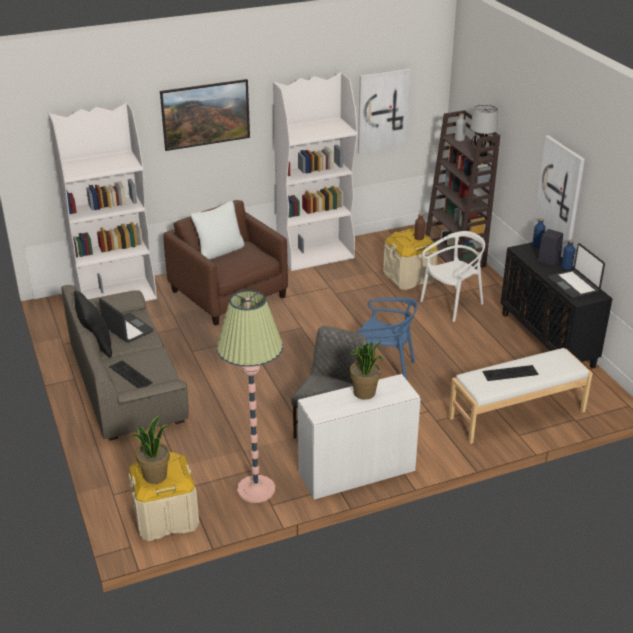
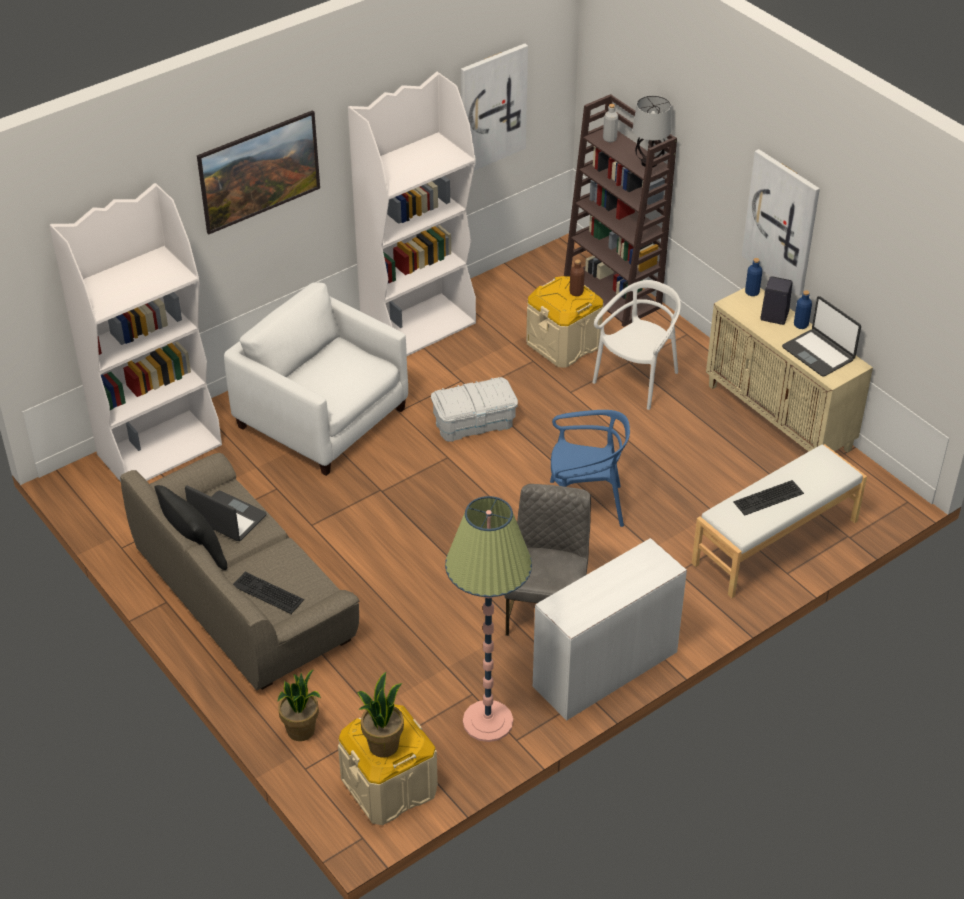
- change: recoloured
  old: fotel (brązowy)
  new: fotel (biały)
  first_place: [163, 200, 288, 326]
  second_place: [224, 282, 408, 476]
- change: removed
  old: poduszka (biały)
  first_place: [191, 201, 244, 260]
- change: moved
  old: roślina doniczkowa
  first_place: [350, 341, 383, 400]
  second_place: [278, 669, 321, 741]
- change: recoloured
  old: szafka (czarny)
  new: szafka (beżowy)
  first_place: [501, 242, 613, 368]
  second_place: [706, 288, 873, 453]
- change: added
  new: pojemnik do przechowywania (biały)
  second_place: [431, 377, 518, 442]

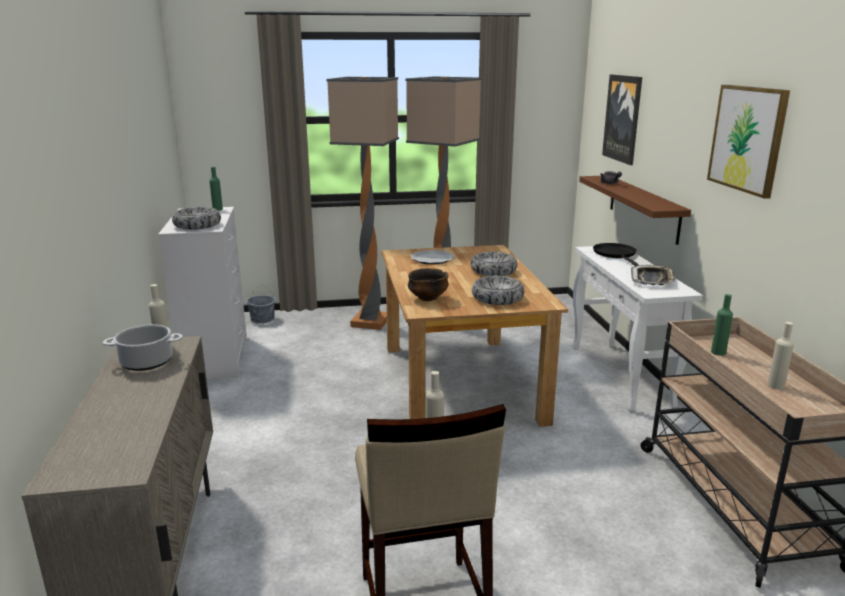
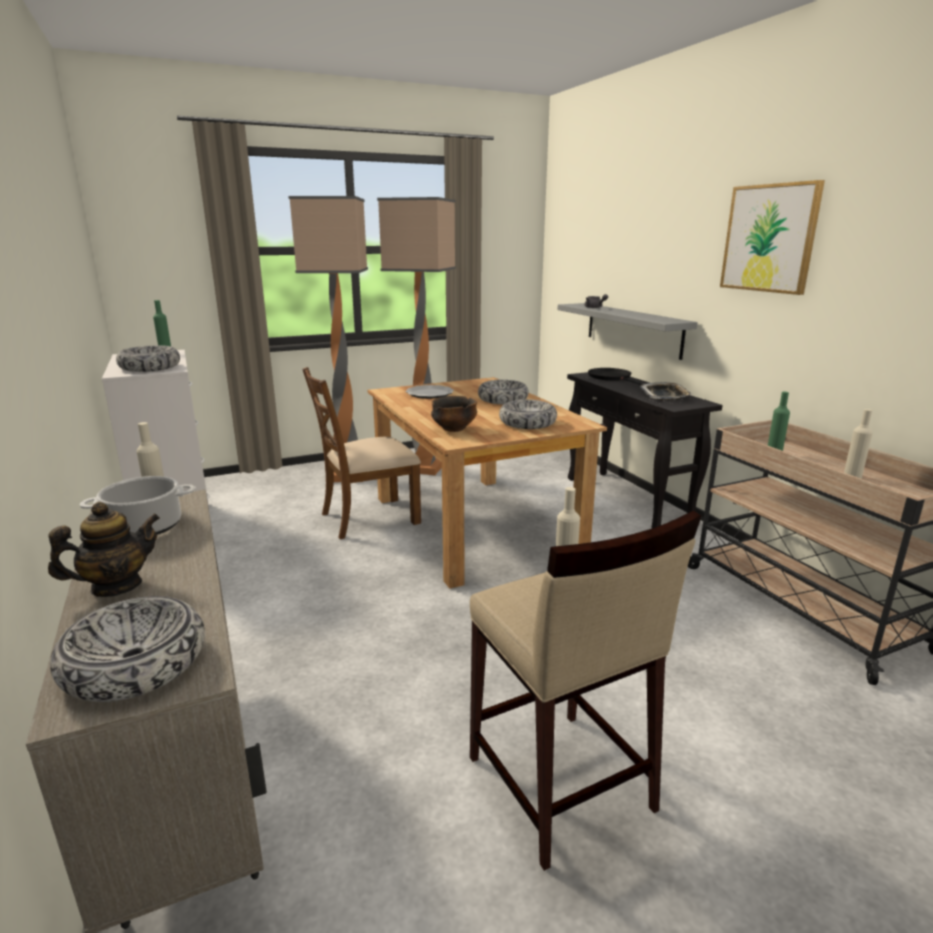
- change: removed
  old: wiadro (szary)
  first_place: [246, 285, 276, 324]
- change: recoloured
  old: stolik konsolowy (biały)
  new: stolik konsolowy (czarny)
  first_place: [572, 246, 703, 412]
  second_place: [567, 372, 723, 529]
- change: recoloured
  old: półka (brązowy)
  new: półka (szary)
  first_place: [579, 176, 691, 245]
  second_place: [558, 303, 698, 360]
- change: removed
  old: obraz
  first_place: [602, 74, 642, 165]
- change: added
  new: imbryk
  second_place: [48, 502, 160, 597]
- change: added
  new: miska
  second_place: [50, 596, 205, 702]
- change: added
  new: krzesło (brązowy)
  second_place: [302, 367, 421, 539]

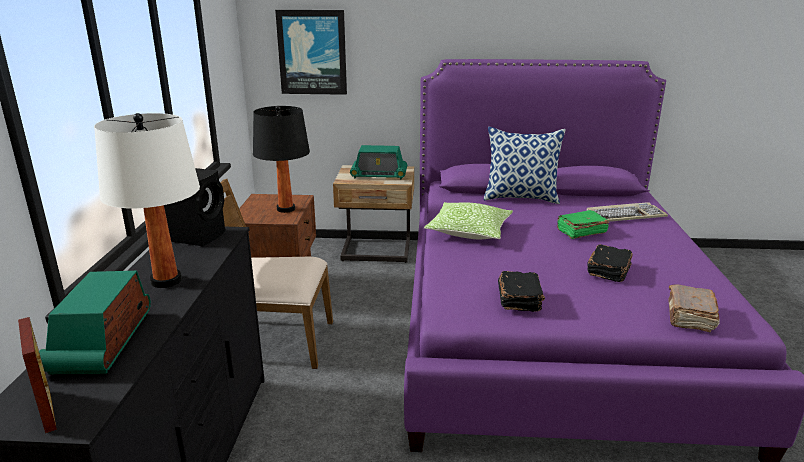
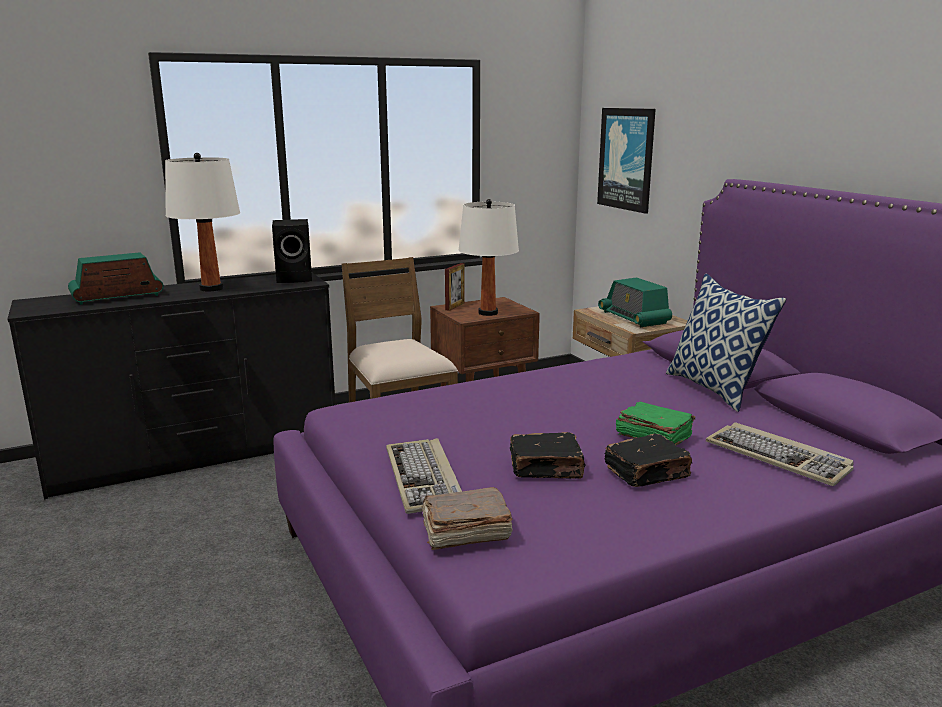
- change: moved
  old: ramka na zdjęcie
  first_place: [18, 317, 57, 433]
  second_place: [445, 263, 465, 311]
- change: recoloured
  old: lampa stołowa (czarny)
  new: lampa stołowa (biały)
  first_place: [253, 106, 310, 213]
  second_place: [459, 199, 519, 316]
- change: removed
  old: poduszka
  first_place: [424, 202, 513, 239]
- change: moved
  old: książka (czarny)
  first_place: [498, 271, 545, 312]
  second_place: [605, 434, 692, 487]
- change: added
  new: klawiatura
  second_place: [386, 438, 462, 514]

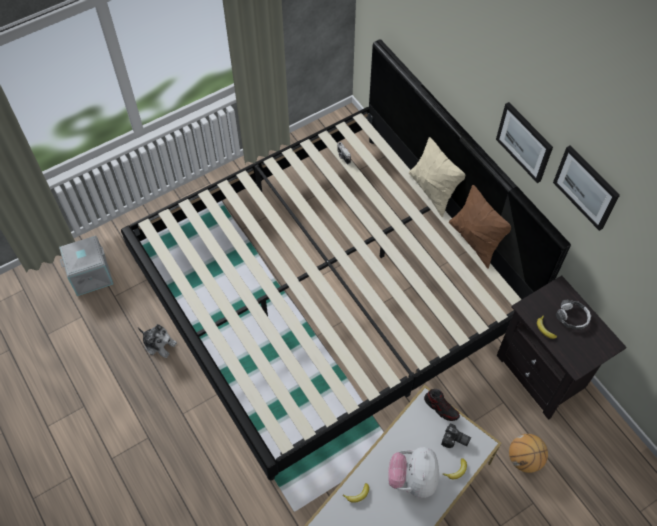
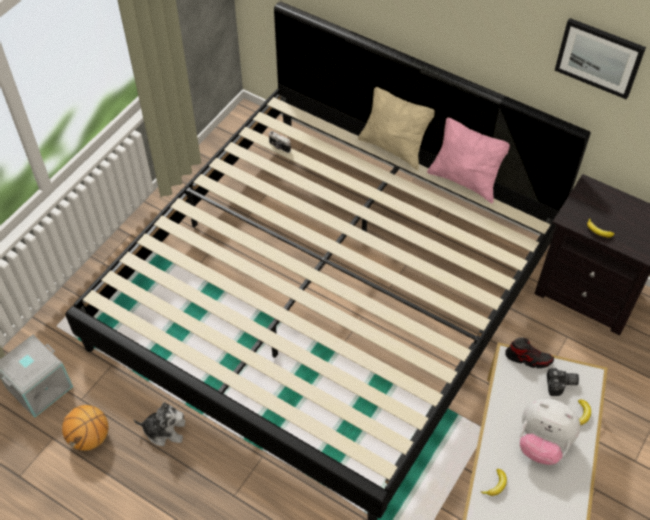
- change: turned
  old: pluszak
  first_place: [388, 447, 439, 498]
  second_place: [520, 399, 581, 465]
  degrees: -45
- change: recoloured
  old: poduszka (brązowy)
  new: poduszka (różowy)
  first_place: [449, 185, 511, 269]
  second_place: [427, 118, 510, 203]
- change: removed
  old: obraz
  first_place: [496, 102, 553, 183]
- change: moved
  old: piłka do koszykówki
  first_place: [509, 434, 548, 473]
  second_place: [62, 405, 108, 451]
- change: removed
  old: słuchawki
  first_place: [556, 300, 591, 329]

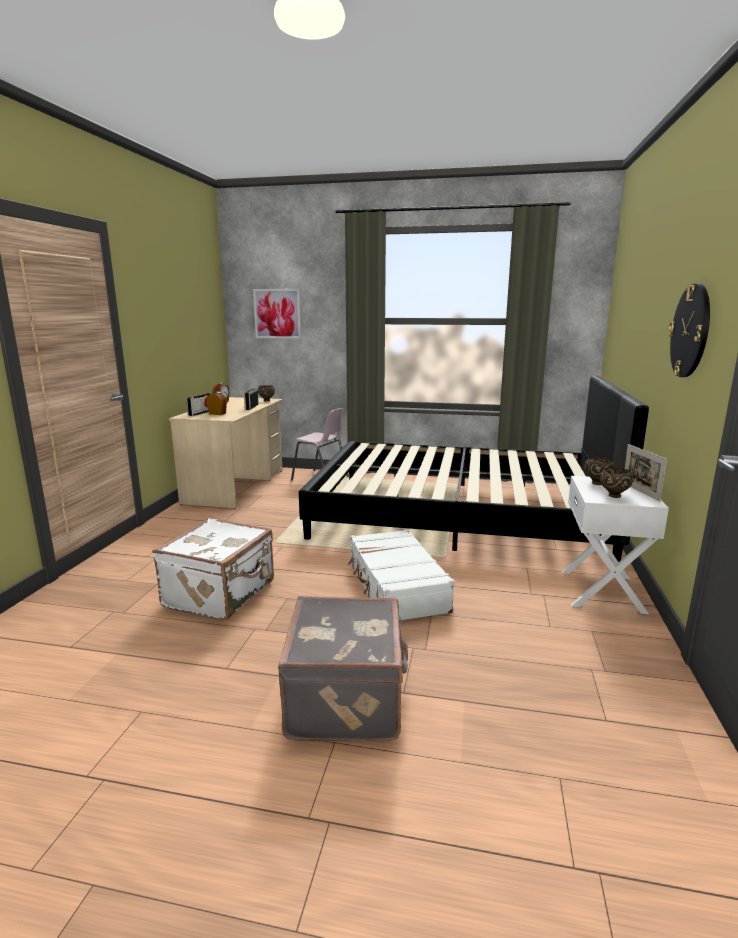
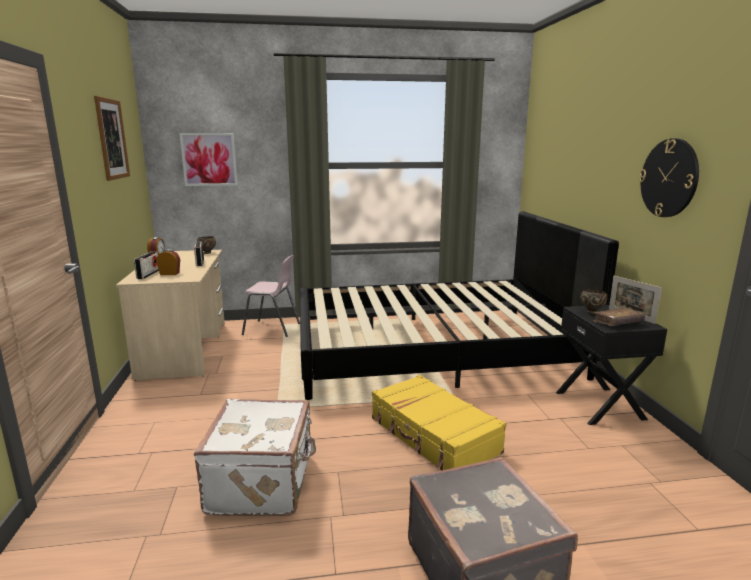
- change: recoloured
  old: walizka (biały)
  new: walizka (żółty)
  first_place: [348, 529, 455, 620]
  second_place: [372, 375, 507, 471]
- change: recoloured
  old: szafka nocna (biały)
  new: szafka nocna (czarny)
  first_place: [562, 476, 669, 614]
  second_place: [556, 305, 667, 425]
- change: replaced
  old: miska (brązowy)
  new: książka (brązowy)
  first_place: [600, 467, 634, 498]
  second_place: [593, 307, 645, 326]
- change: added
  new: obraz
  second_place: [94, 96, 130, 181]

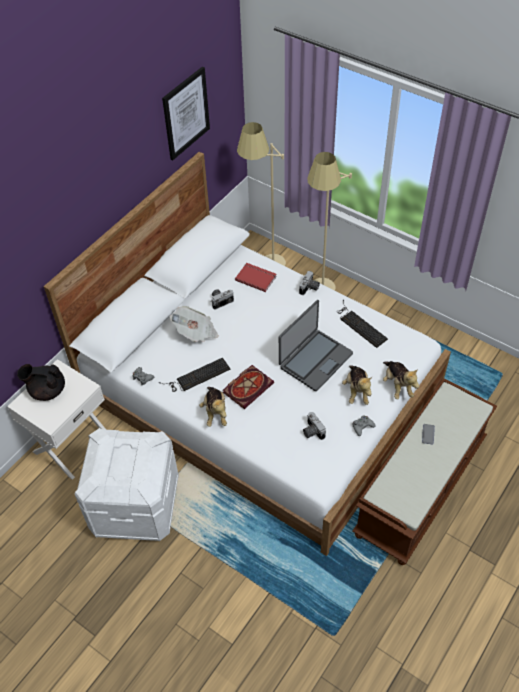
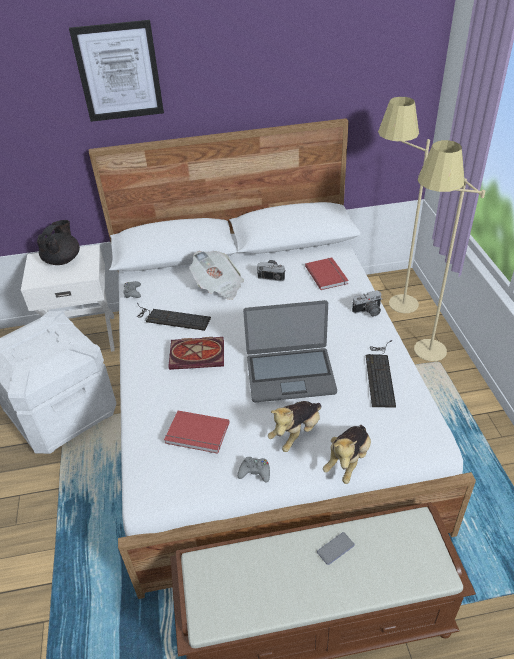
- change: turned
  old: imbryk (czarny)
  first_place: [17, 364, 65, 401]
  second_place: [37, 220, 80, 265]
  degrees: 60
- change: moved
  old: obraz
  first_place: [162, 67, 210, 160]
  second_place: [69, 20, 164, 122]
- change: removed
  old: pluszak
  first_place: [199, 387, 227, 427]
- change: replaced
  old: aparat fotograficzny
  new: książka (czerwony)
  first_place: [303, 412, 326, 440]
  second_place: [164, 411, 229, 454]

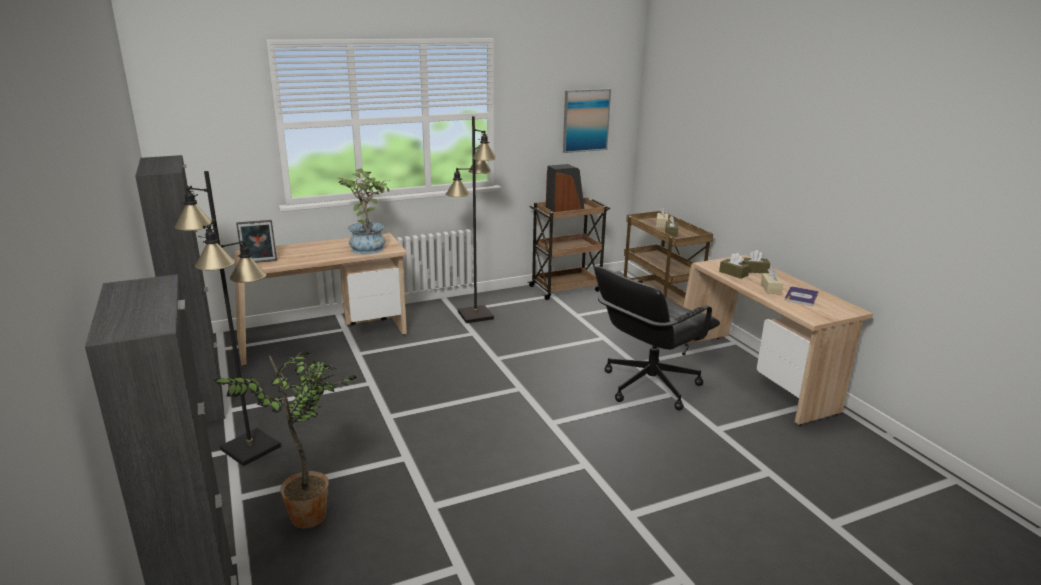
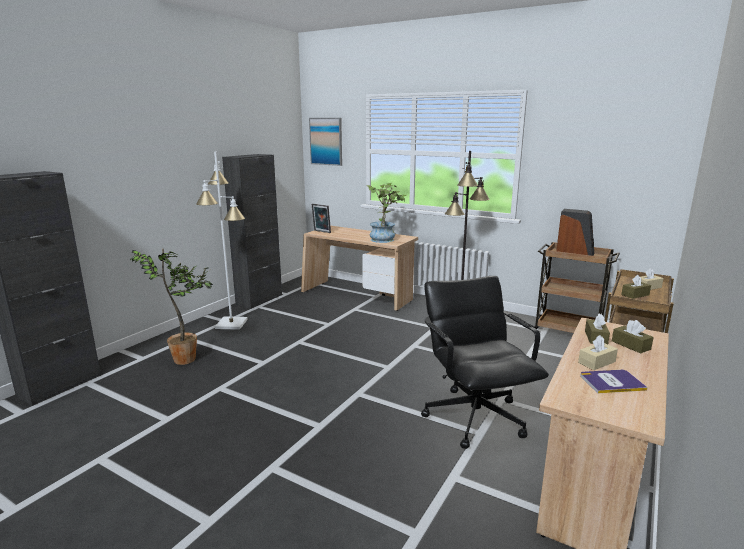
- change: recoloured
  old: lampa stojąca (czarny)
  new: lampa stojąca (biały)
  first_place: [174, 171, 281, 466]
  second_place: [196, 151, 248, 330]
- change: moved
  old: obraz
  first_place: [563, 89, 611, 153]
  second_place: [309, 118, 342, 166]
- change: turned
  old: krzesło biurowe (czarny)
  first_place: [595, 267, 720, 410]
  second_place: [421, 276, 549, 449]
  degrees: 60

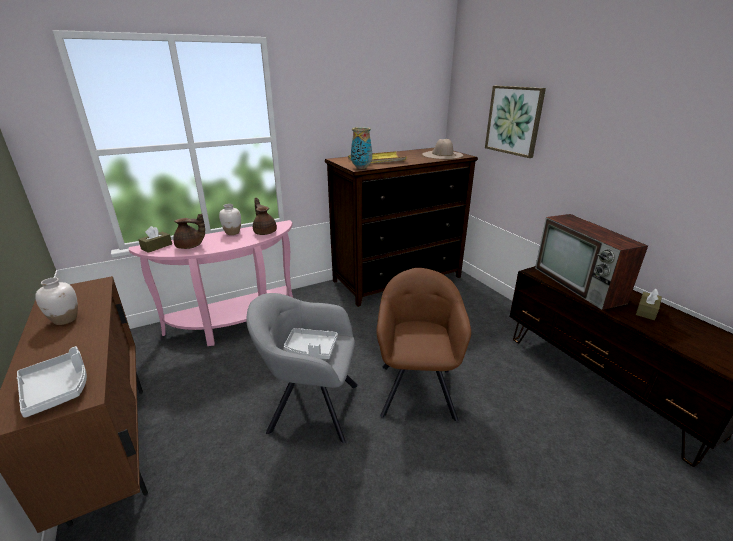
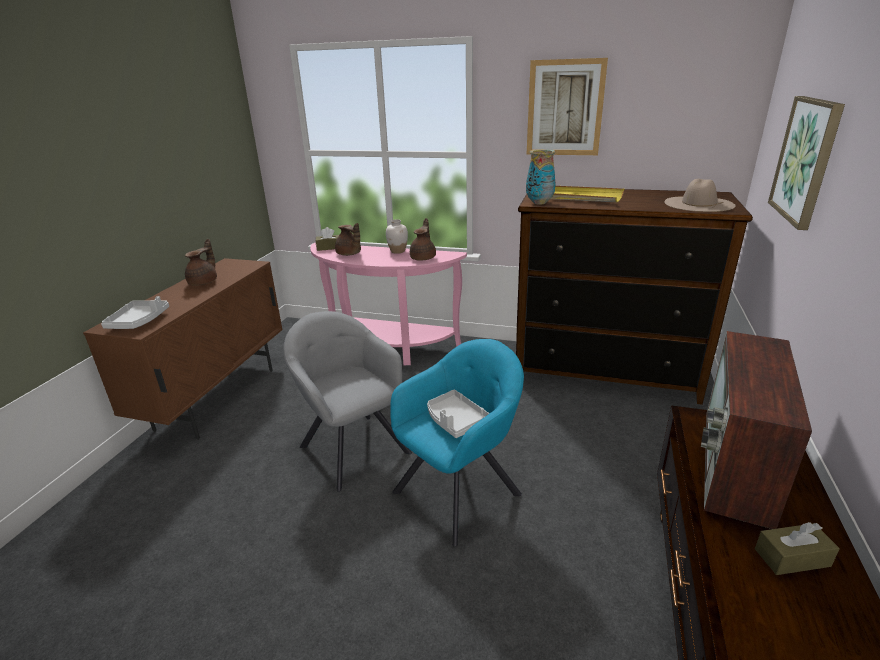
- change: replaced
  old: wazon (biały)
  new: imbryk (brązowy)
  first_place: [35, 277, 78, 325]
  second_place: [185, 239, 217, 286]
- change: moved
  old: taca (szary)
  first_place: [284, 328, 338, 359]
  second_place: [427, 389, 490, 438]
- change: recoloured
  old: fotel (brązowy)
  new: fotel (turkusowy)
  first_place: [376, 268, 471, 421]
  second_place: [390, 339, 524, 547]
- change: added
  new: obraz
  second_place: [527, 58, 608, 155]

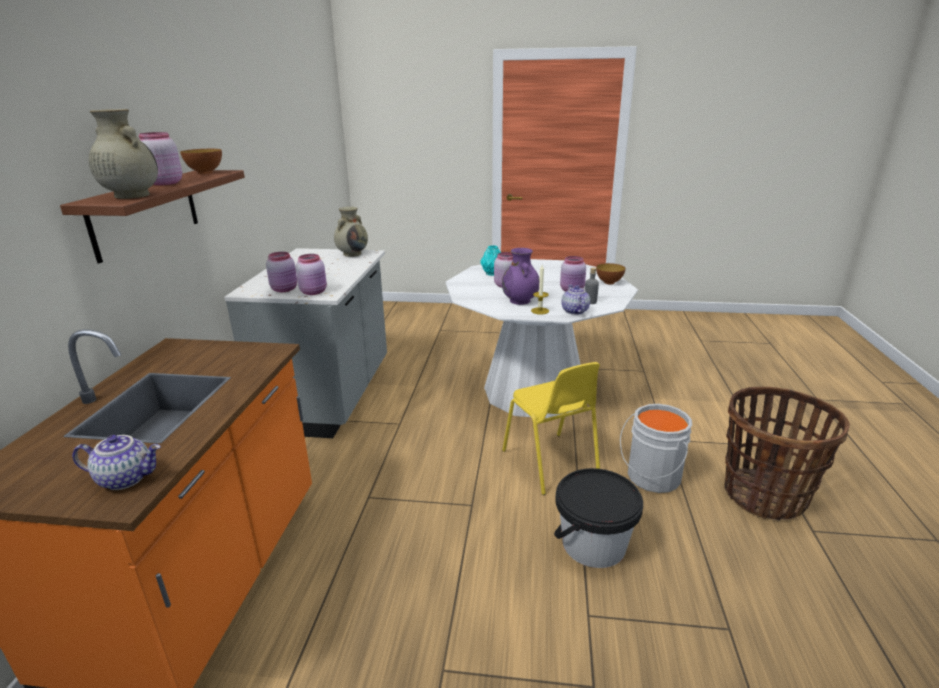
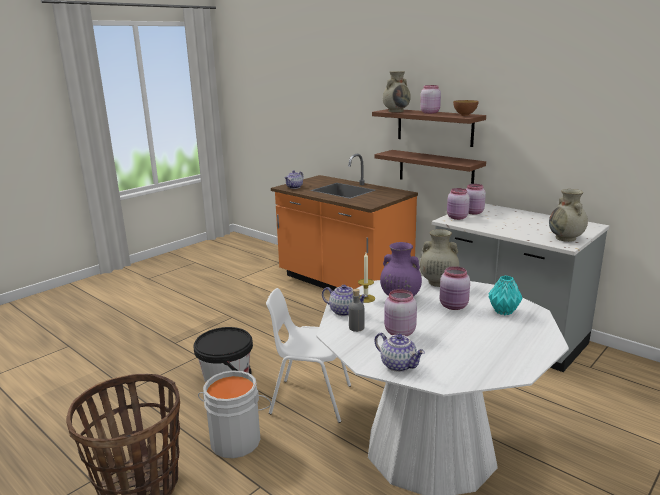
- change: recoloured
  old: krzesło (żółty)
  new: krzesło (biały)
  first_place: [502, 362, 600, 495]
  second_place: [266, 288, 351, 423]
- change: replaced
  old: miska
  new: imbryk
  first_place: [596, 263, 626, 285]
  second_place: [374, 333, 425, 372]
- change: added
  new: półka (brązowy)
  second_place: [374, 150, 486, 184]
- change: added
  new: wazon (beżowy)
  second_place: [420, 229, 459, 287]

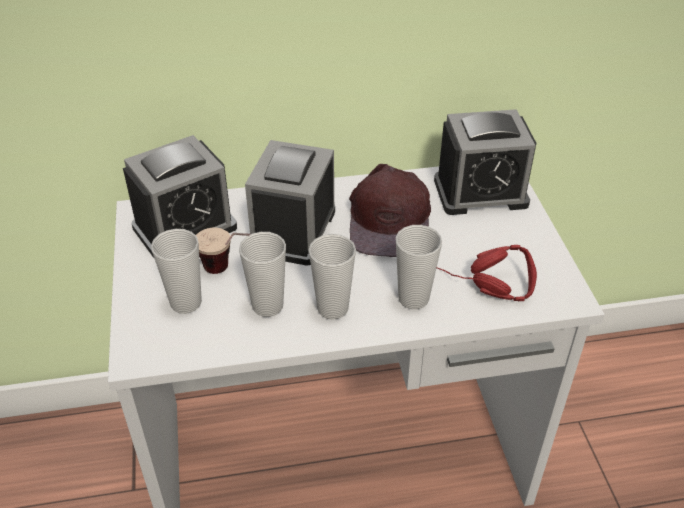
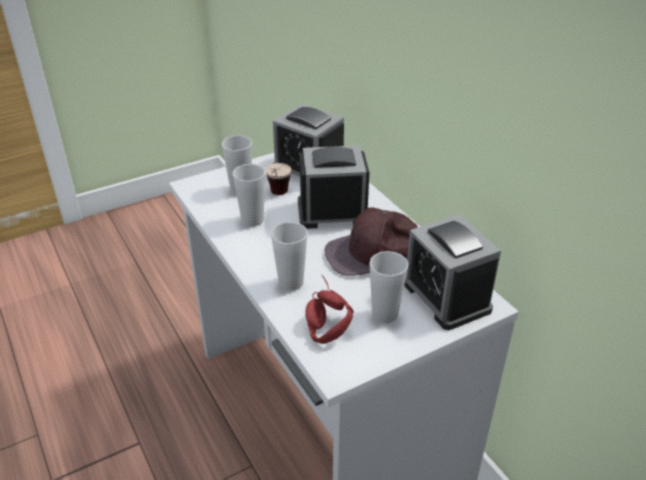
- change: moved
  old: filiżanka
  first_place: [309, 234, 356, 320]
  second_place: [369, 251, 409, 323]

